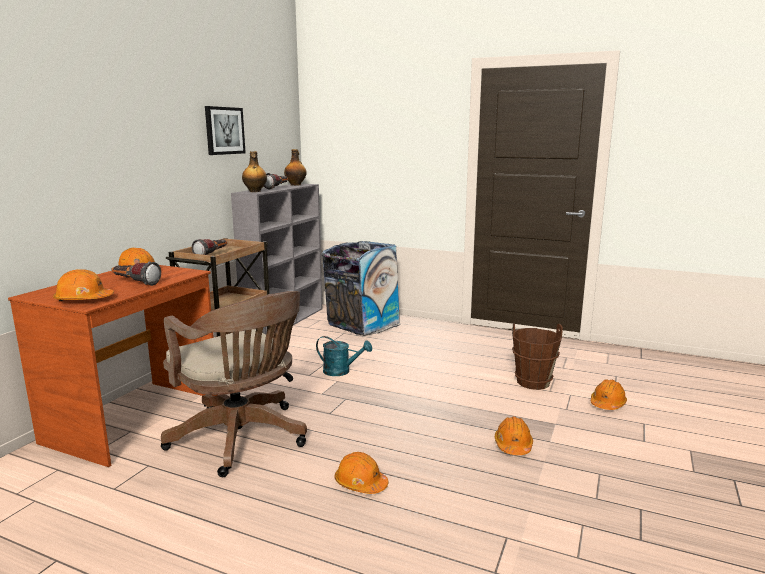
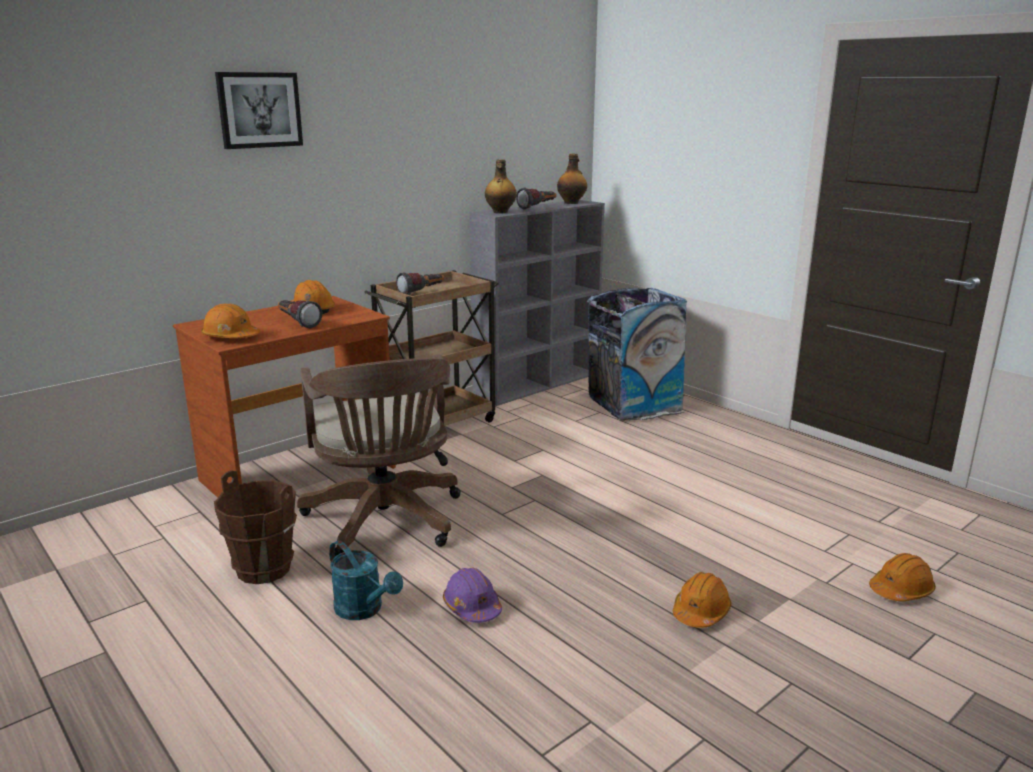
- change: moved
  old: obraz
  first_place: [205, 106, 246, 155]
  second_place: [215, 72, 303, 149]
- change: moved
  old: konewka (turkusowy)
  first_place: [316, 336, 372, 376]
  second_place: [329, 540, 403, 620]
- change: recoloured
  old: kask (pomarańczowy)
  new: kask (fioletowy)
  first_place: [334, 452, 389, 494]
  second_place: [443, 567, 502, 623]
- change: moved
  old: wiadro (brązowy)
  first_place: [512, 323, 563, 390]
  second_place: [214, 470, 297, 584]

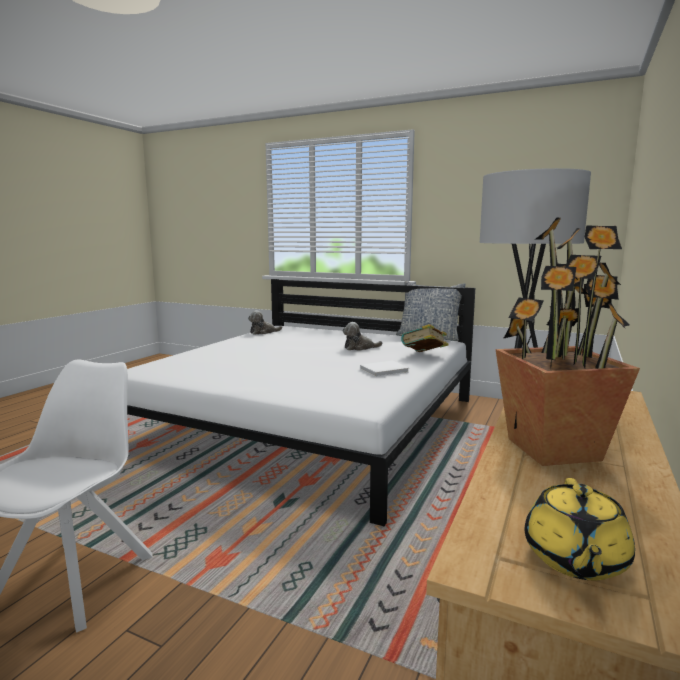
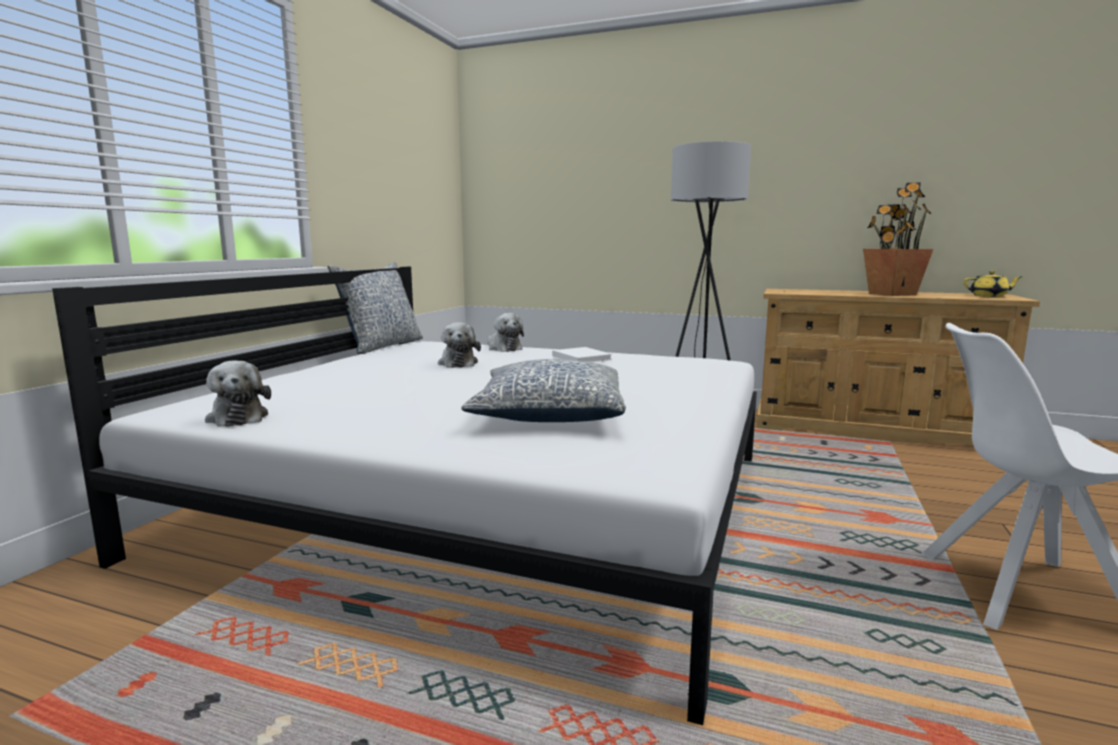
- change: replaced
  old: książka
  new: pluszak
  first_place: [401, 324, 449, 352]
  second_place: [488, 313, 524, 352]
- change: added
  new: poduszka
  second_place: [461, 359, 626, 422]

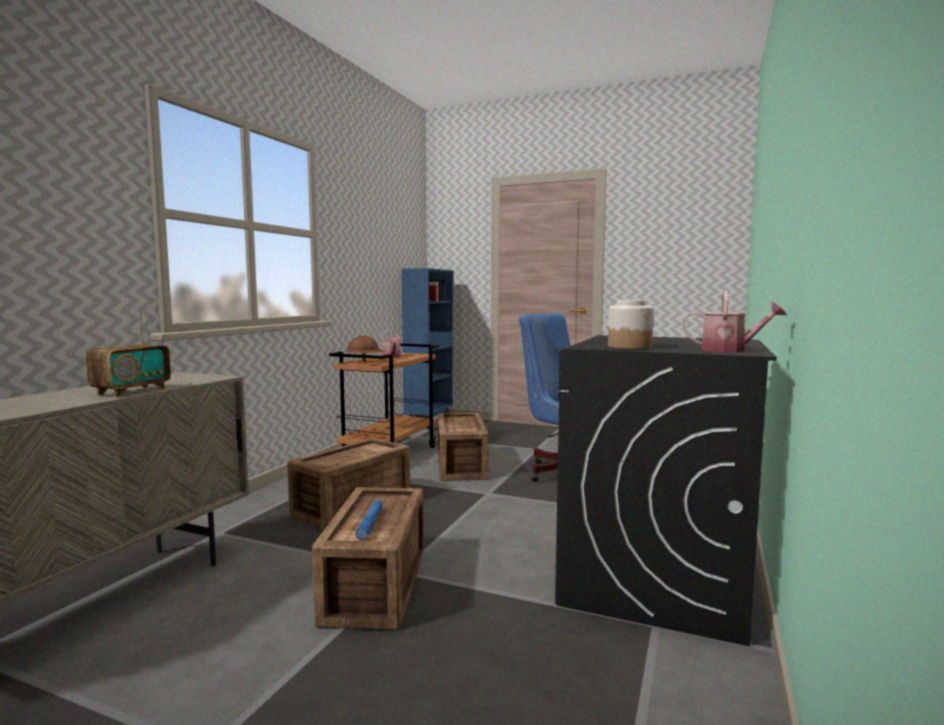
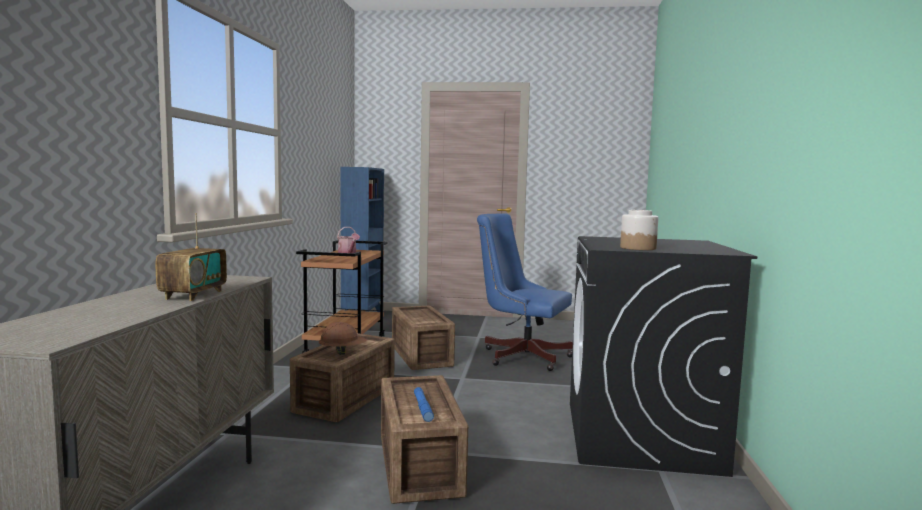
- change: moved
  old: kask (brązowy)
  first_place: [346, 336, 386, 362]
  second_place: [319, 322, 366, 355]
- change: removed
  old: konewka
  first_place: [682, 291, 787, 352]

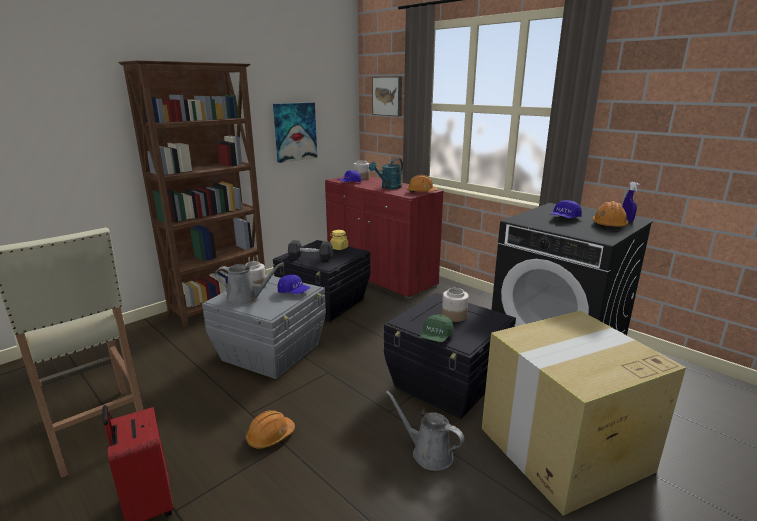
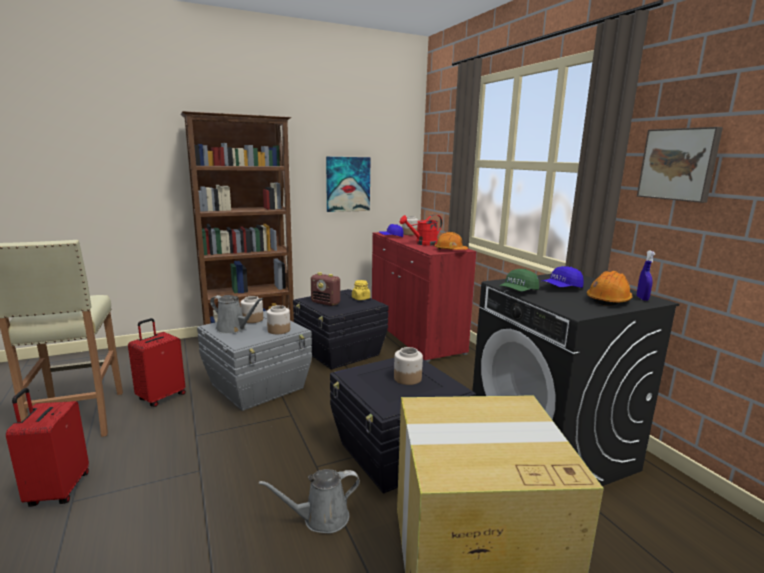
- change: removed
  old: kask (pomarańczowy)
  first_place: [246, 410, 295, 449]
- change: replaced
  old: czapka z daszkiem (niebieski)
  new: słoik
  first_place: [278, 275, 311, 294]
  second_place: [267, 305, 290, 334]
- change: replaced
  old: hantel (szary)
  new: radio
  first_place: [288, 240, 333, 260]
  second_place: [311, 272, 340, 306]
- change: recoloured
  old: konewka (turkusowy)
  new: konewka (czerwony)
  first_place: [369, 158, 403, 189]
  second_place: [400, 215, 442, 246]
- change: moved
  old: obraz
  first_place: [372, 77, 402, 116]
  second_place: [637, 127, 723, 203]
- change: turned
  old: konewka (szary)
  first_place: [386, 391, 464, 471]
  second_place: [259, 469, 360, 533]
  degrees: -75
- change: moved
  old: czapka z daszkiem (zielony)
  first_place: [420, 315, 454, 342]
  second_place: [499, 269, 539, 292]
- change: added
  new: walizka (czerwony)
  second_place: [128, 318, 186, 407]

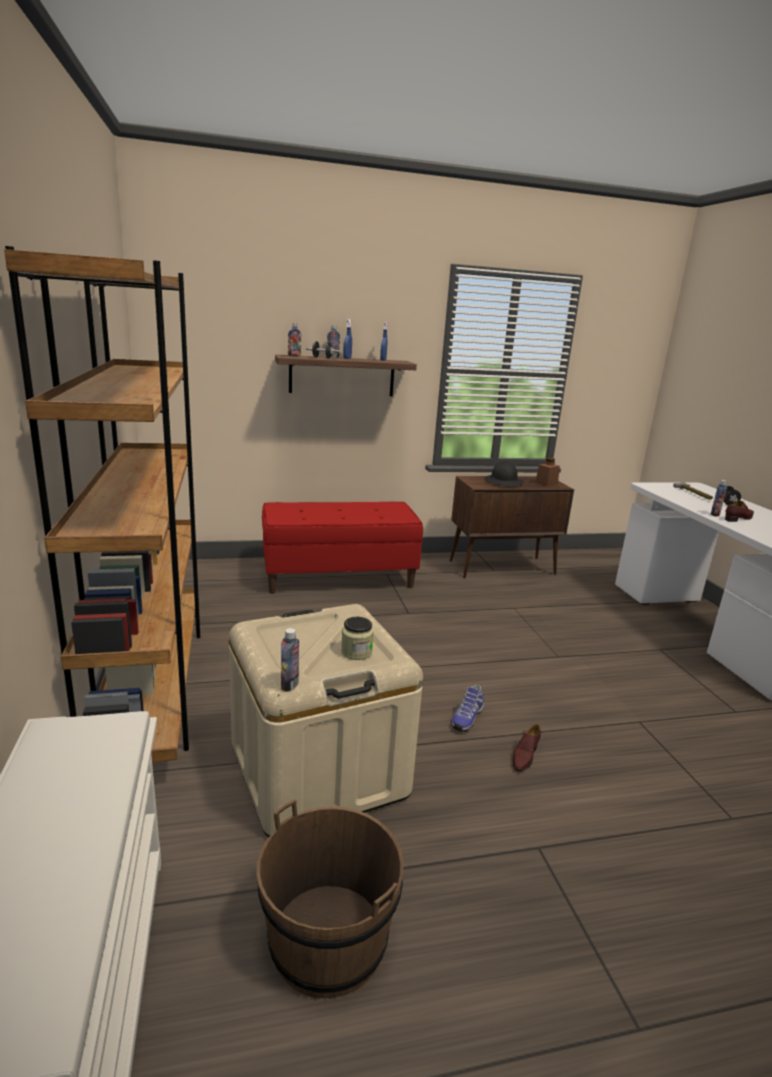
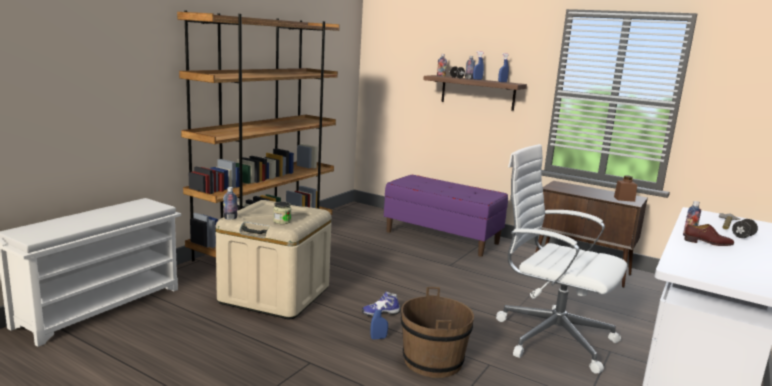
- change: moved
  old: wiadro (brązowy)
  first_place: [257, 799, 404, 998]
  second_place: [401, 287, 474, 378]
- change: recoloured
  old: ławka (czerwony)
  new: ławka (fioletowy)
  first_place: [262, 502, 423, 594]
  second_place: [384, 175, 508, 257]
- change: removed
  old: kask (czarny)
  first_place: [484, 461, 524, 487]
- change: replaced
  old: but (brązowy)
  new: spryskiwacz (niebieski)
  first_place: [513, 724, 541, 772]
  second_place: [370, 300, 388, 339]
- change: added
  new: krzesło biurowe (biały)
  second_place: [496, 144, 627, 374]

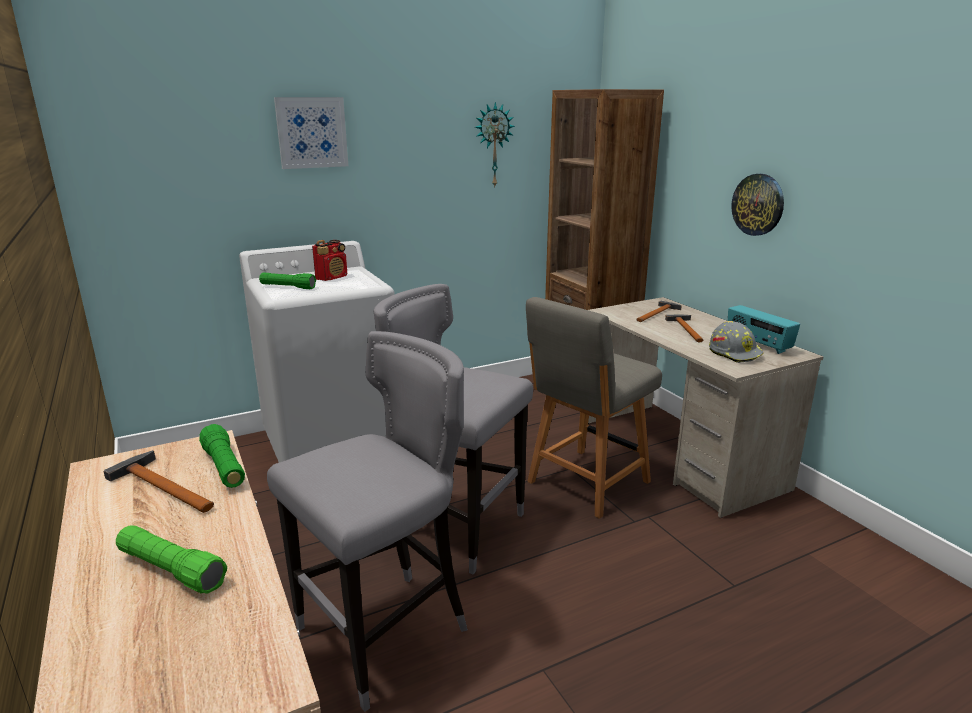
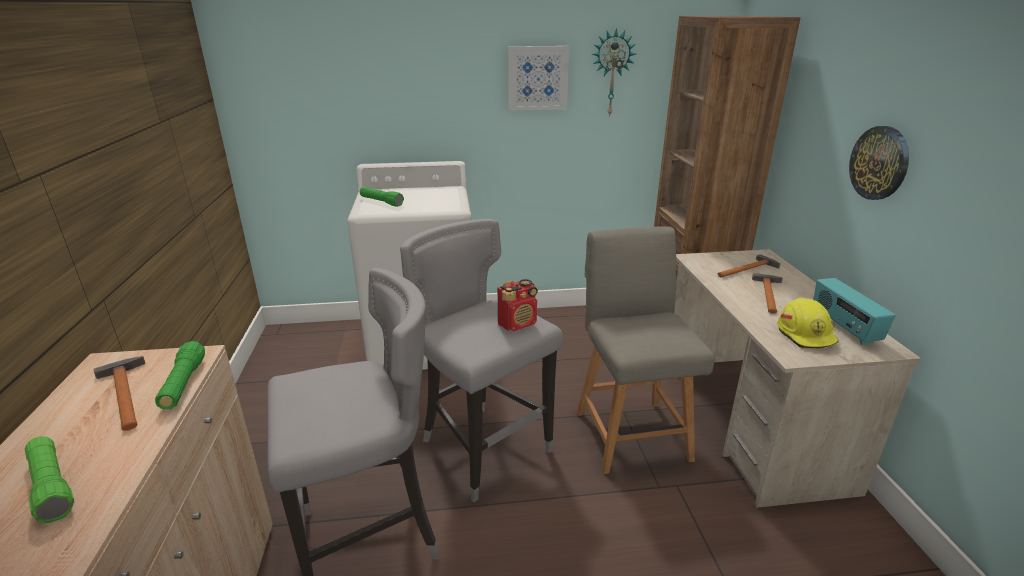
- change: moved
  old: obraz
  first_place: [274, 97, 348, 169]
  second_place: [508, 46, 569, 111]
- change: moved
  old: radio
  first_place: [312, 240, 347, 281]
  second_place: [498, 279, 538, 331]
- change: turned
  old: krzesło (szary)
  first_place: [526, 297, 662, 519]
  second_place: [576, 226, 715, 474]
  degrees: 105
- change: recoloured
  old: kask (szary)
  new: kask (żółty)
  first_place: [709, 321, 764, 363]
  second_place: [778, 297, 839, 349]

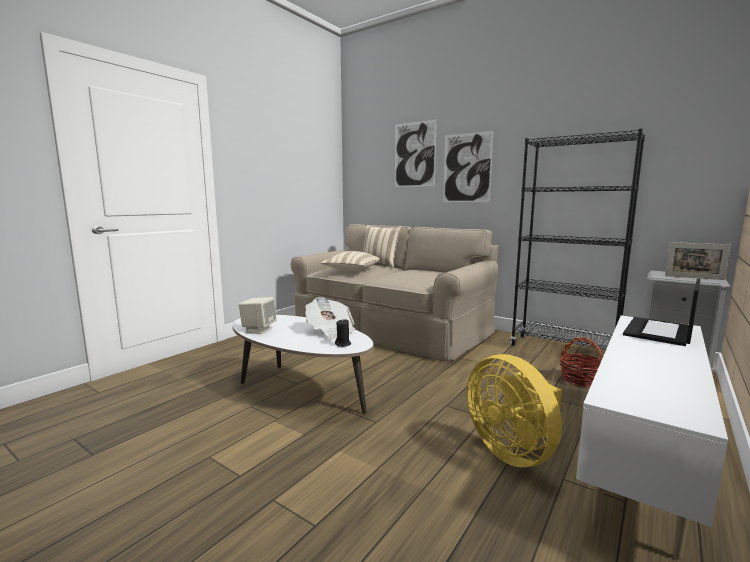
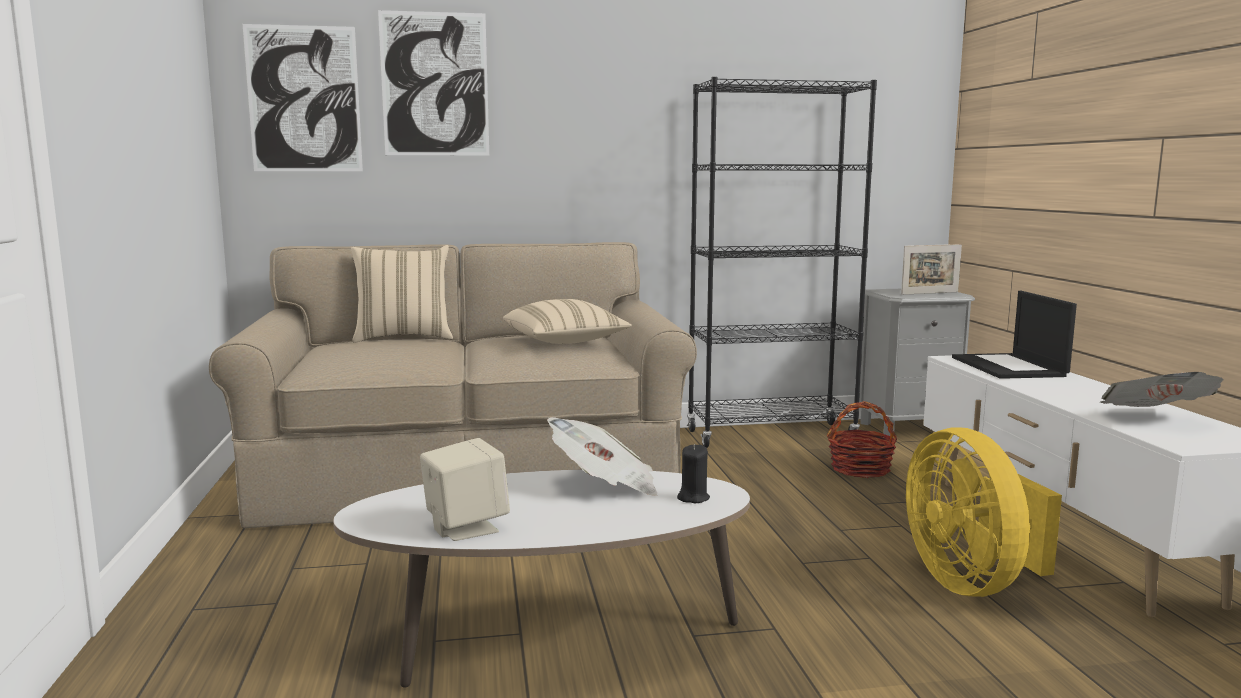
- change: moved
  old: poduszka (beżowy)
  first_place: [321, 251, 380, 271]
  second_place: [503, 299, 632, 344]
- change: moved
  old: obraz
  first_place: [443, 131, 493, 202]
  second_place: [243, 24, 363, 171]
- change: turned
  old: wentylator (żółty)
  first_place: [467, 354, 562, 467]
  second_place: [906, 427, 1062, 597]
  degrees: 60
- change: added
  new: gazeta
  second_place: [1100, 372, 1224, 407]

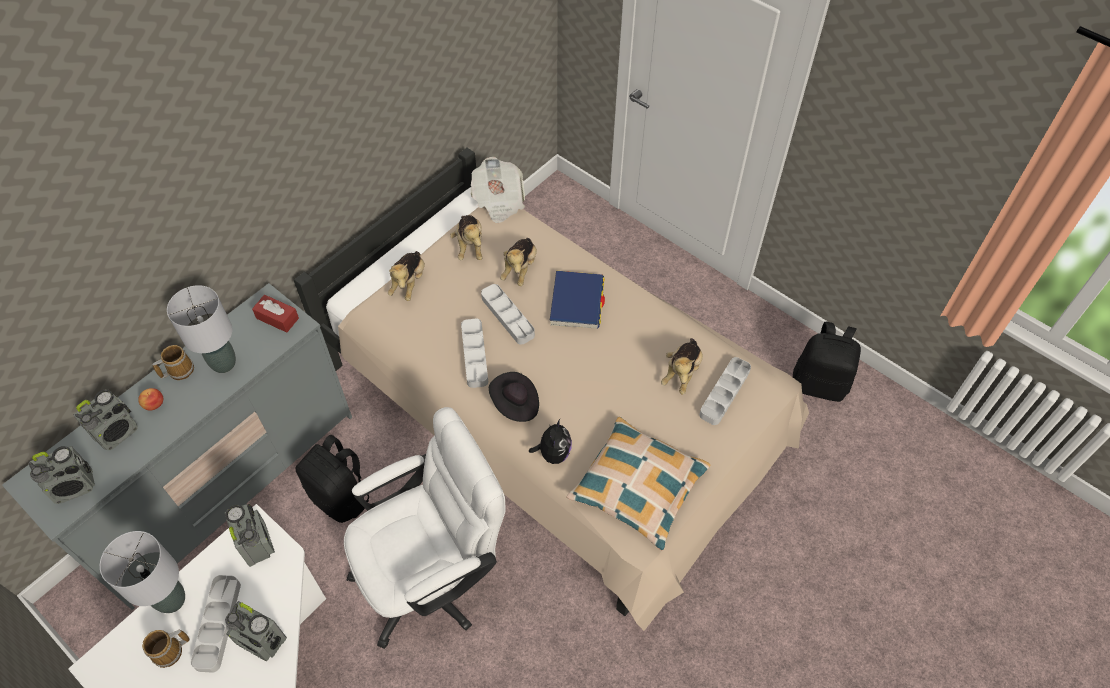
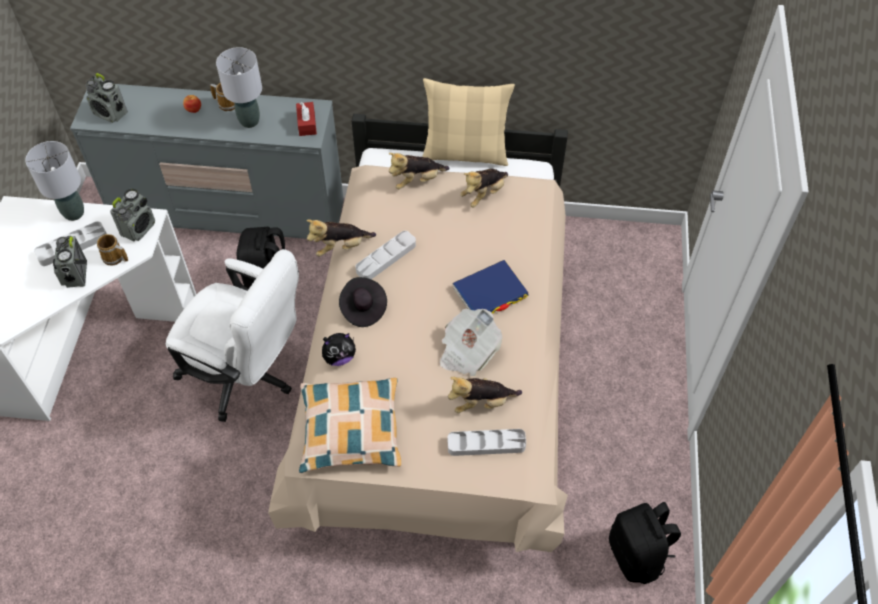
- change: removed
  old: radio
  first_place: [73, 389, 138, 450]
- change: moved
  old: kubek
  first_place: [142, 630, 190, 668]
  second_place: [97, 234, 128, 266]
- change: moved
  old: gazeta
  first_place: [470, 157, 525, 223]
  second_place: [440, 309, 502, 376]
- change: removed
  old: taca (szary)
  first_place: [481, 284, 535, 345]
- change: moved
  old: pluszak
  first_place: [500, 238, 537, 286]
  second_place: [306, 219, 376, 256]
- change: added
  new: poduszka (beżowy)
  second_place: [422, 78, 515, 166]

